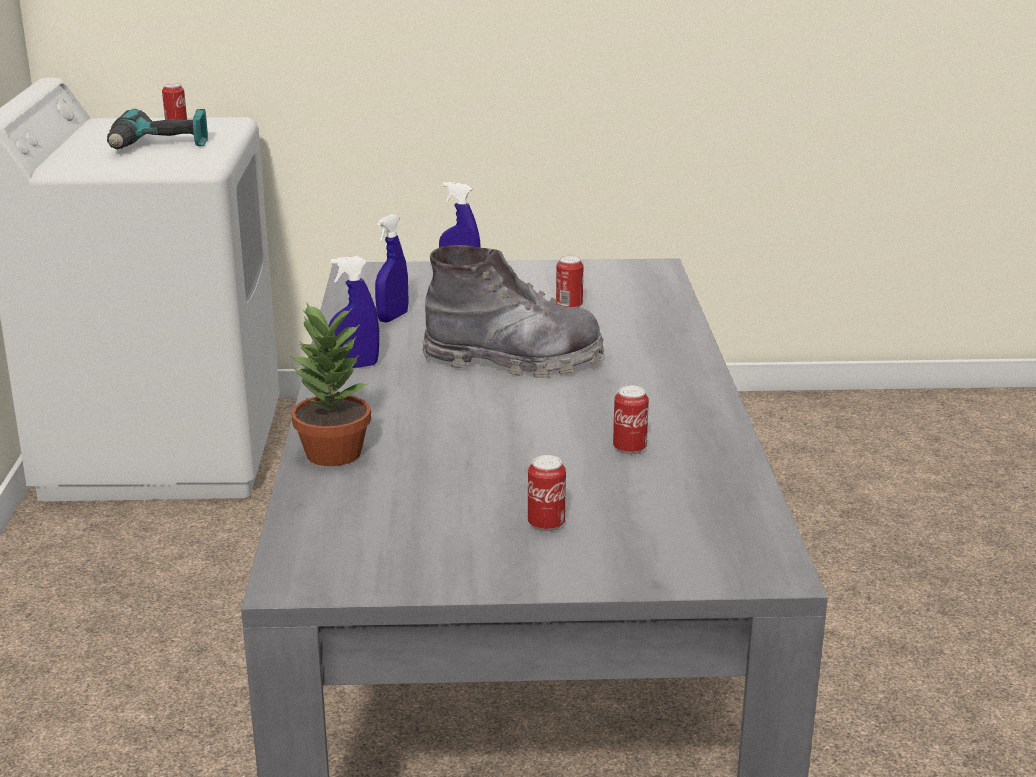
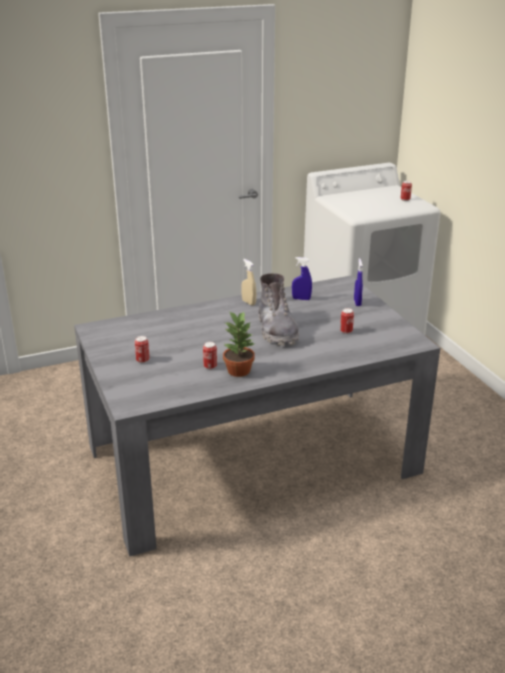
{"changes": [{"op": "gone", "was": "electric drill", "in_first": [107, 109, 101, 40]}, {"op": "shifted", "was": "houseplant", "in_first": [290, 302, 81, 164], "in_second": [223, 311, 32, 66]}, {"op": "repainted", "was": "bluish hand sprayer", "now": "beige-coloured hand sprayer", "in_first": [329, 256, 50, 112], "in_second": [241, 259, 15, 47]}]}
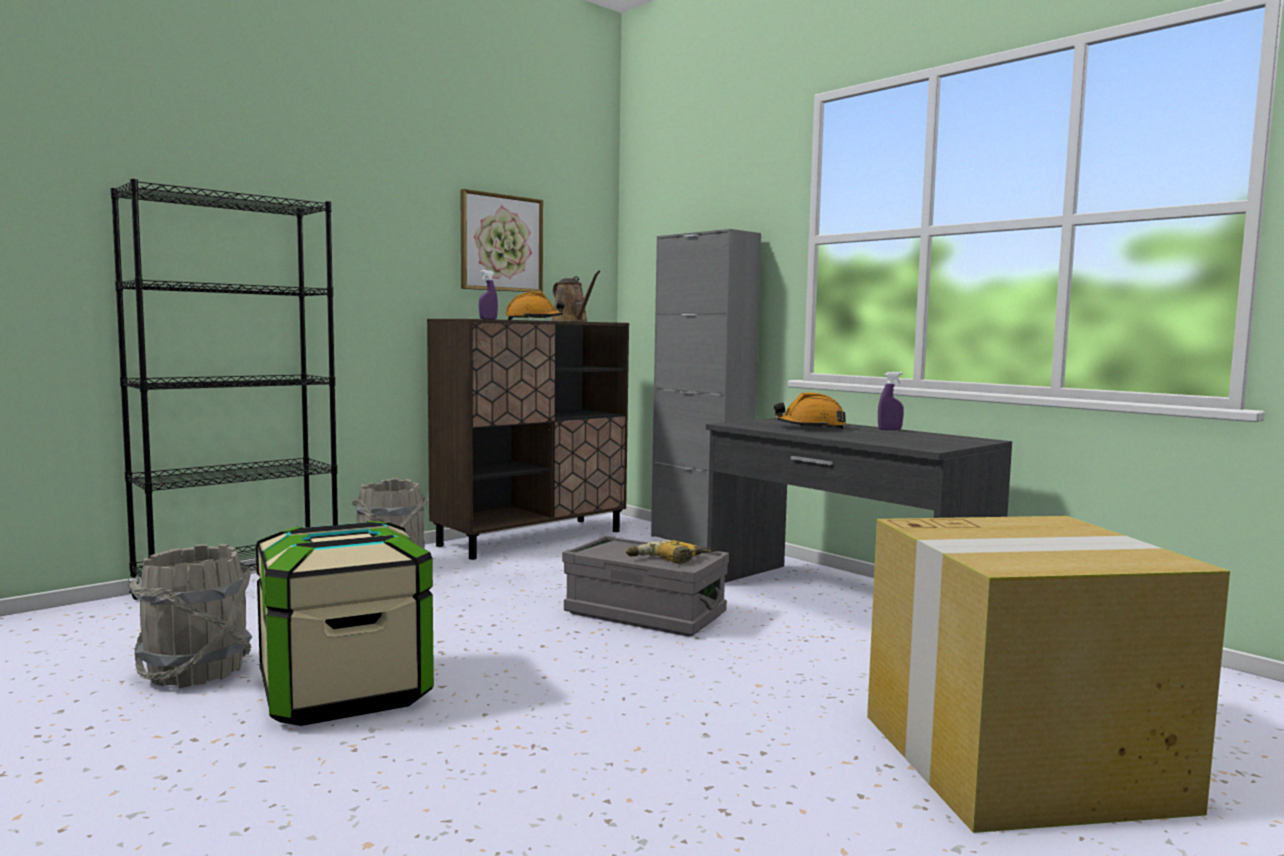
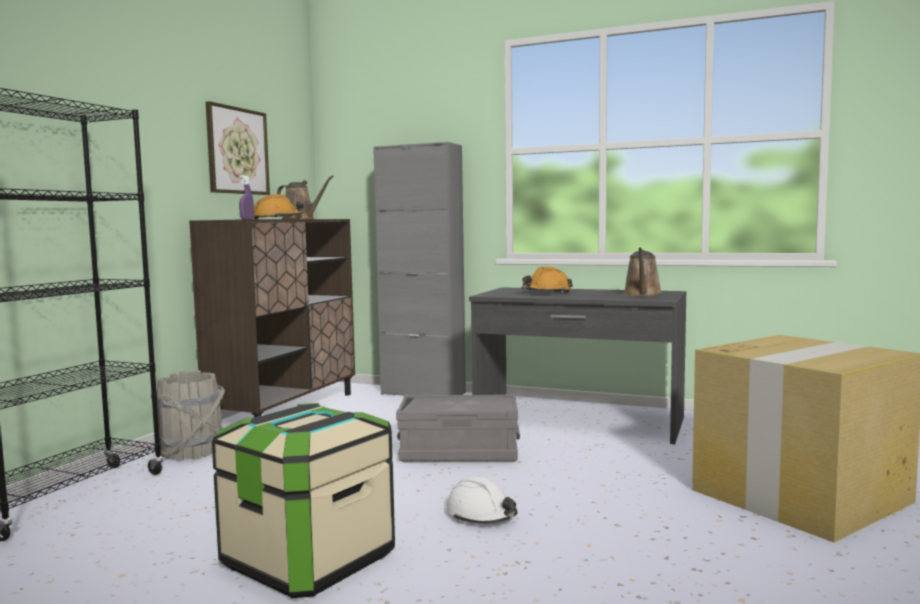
{"changes": [{"op": "gone", "was": "greyish bucket", "in_first": [128, 544, 125, 144]}, {"op": "gone", "was": "electric drill", "in_first": [626, 540, 87, 24]}, {"op": "gone", "was": "purplish hand sprayer", "in_first": [878, 372, 26, 58]}, {"op": "new", "now": "white work helmet", "in_second": [446, 477, 72, 47]}, {"op": "new", "now": "brownish watering pot", "in_second": [623, 248, 39, 49]}]}
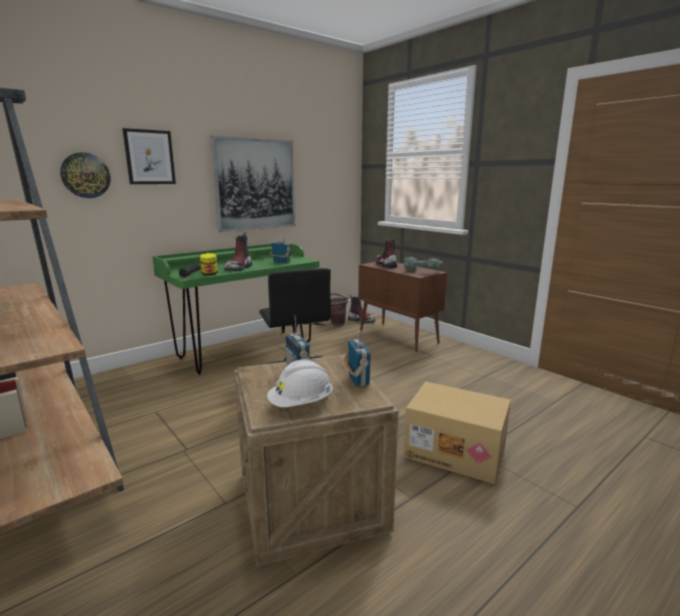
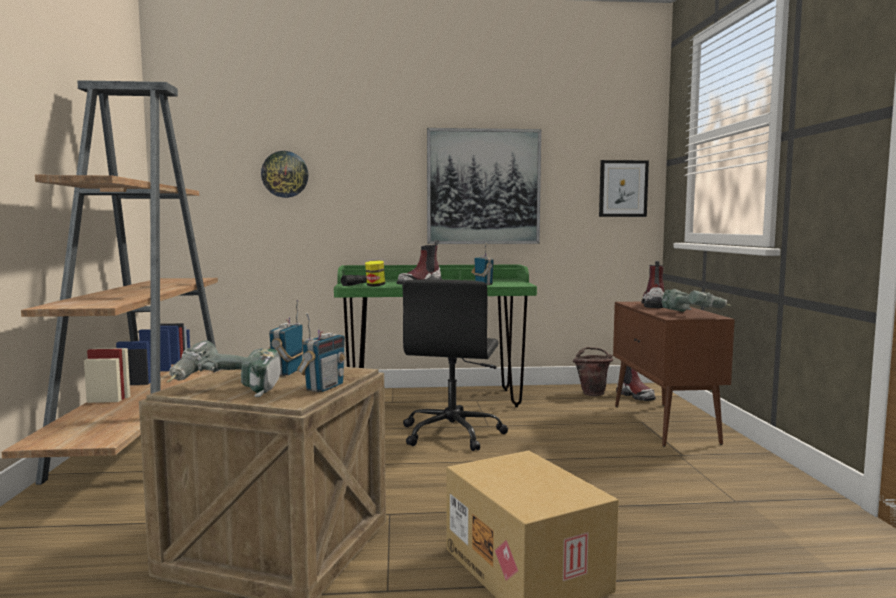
{"changes": [{"op": "shifted", "was": "wall picture", "in_first": [122, 128, 54, 56], "in_second": [599, 160, 50, 57]}, {"op": "swapped", "was": "white work helmet", "now": "electric drill", "in_first": [267, 359, 66, 48], "in_second": [167, 340, 113, 57]}]}
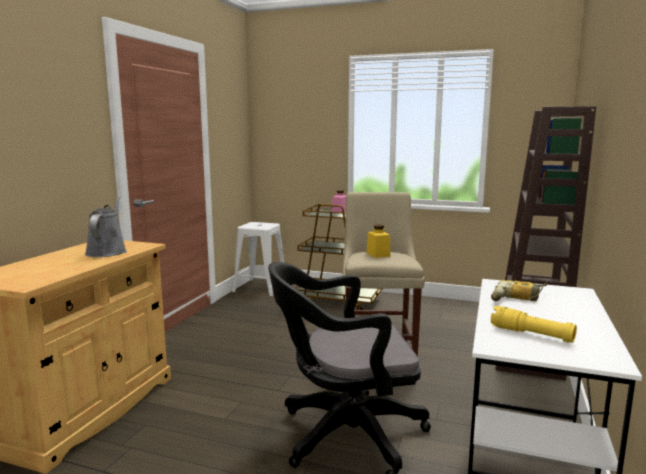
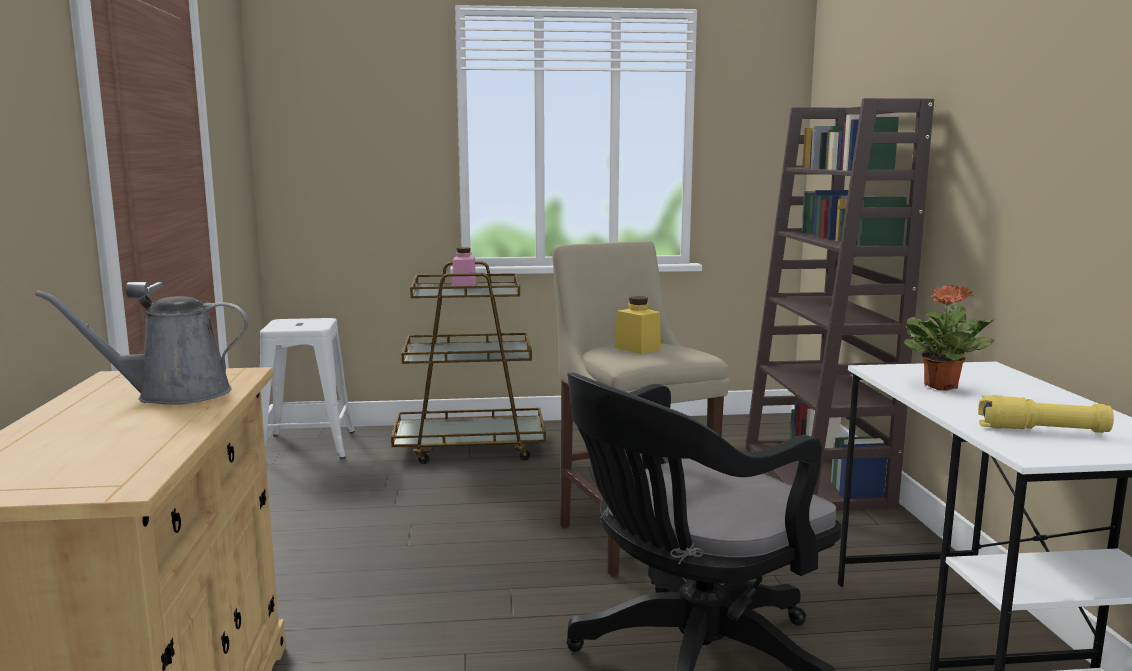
{"changes": [{"op": "rotated", "was": "greyish watering pot", "in_first": [85, 196, 42, 61], "in_second": [35, 290, 214, 115], "clockwise": -75}, {"op": "swapped", "was": "electric drill", "now": "houseplant", "in_first": [491, 280, 57, 21], "in_second": [903, 285, 94, 106]}]}
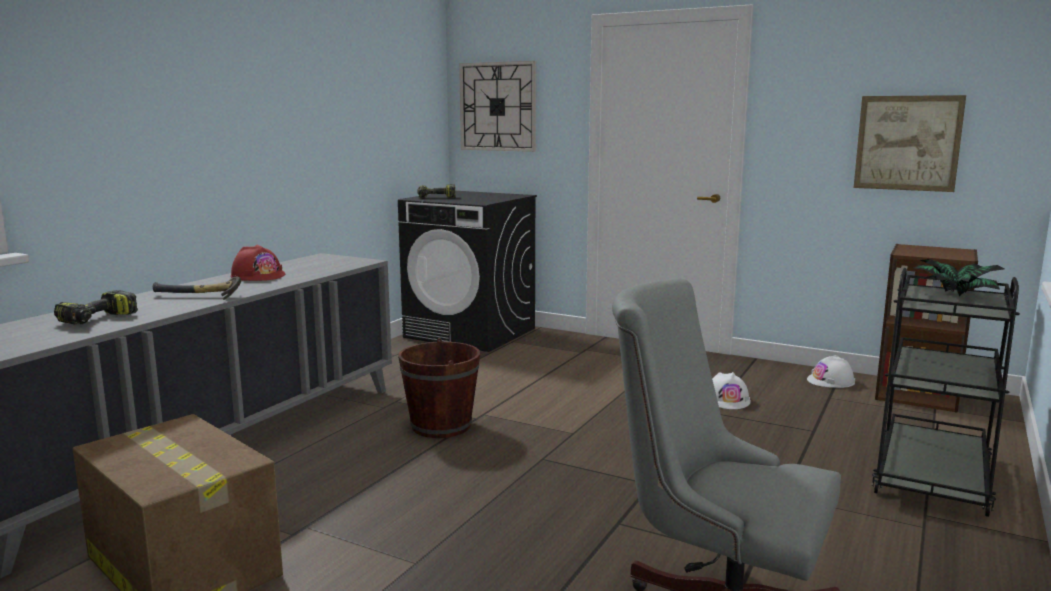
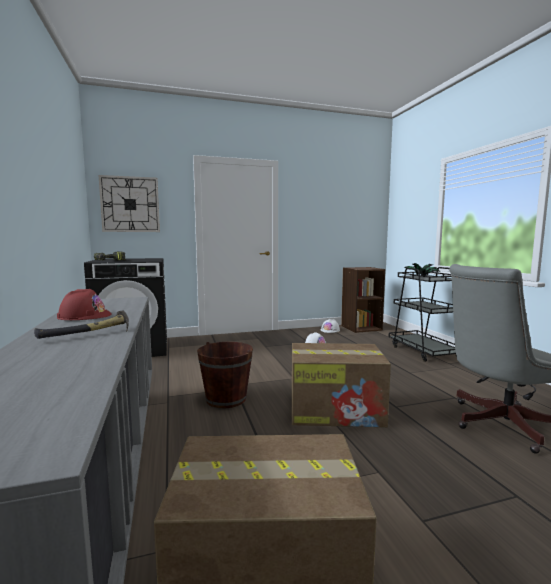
{"changes": [{"op": "gone", "was": "electric drill", "in_first": [54, 290, 84, 34]}, {"op": "gone", "was": "wall picture", "in_first": [854, 95, 112, 97]}, {"op": "new", "now": "packing box", "in_second": [292, 343, 99, 84]}]}
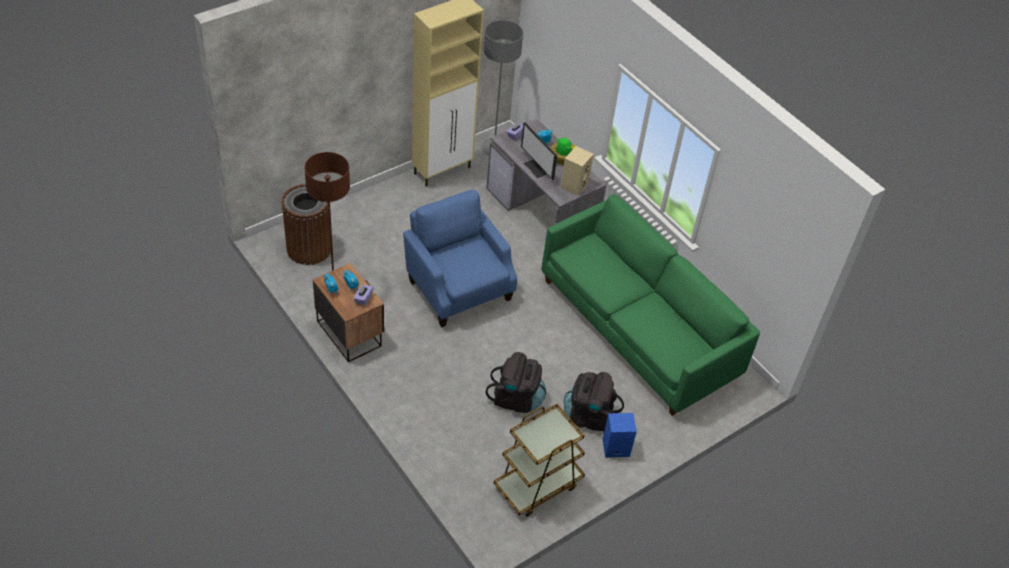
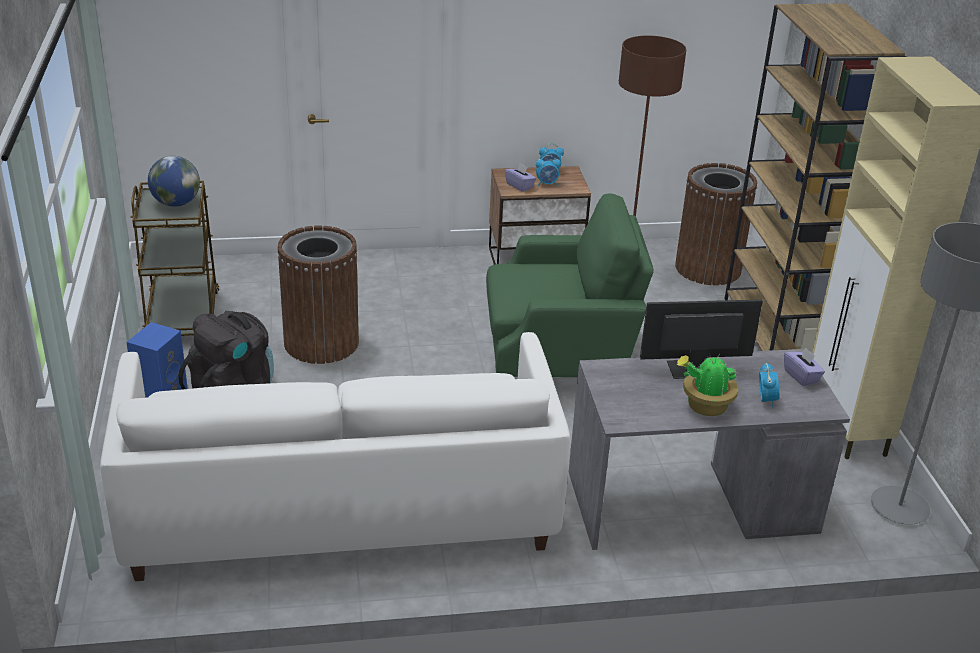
{"changes": [{"op": "repainted", "was": "bluish lounge chair", "now": "green-coloured lounge chair", "in_first": [403, 189, 114, 138], "in_second": [486, 193, 168, 184]}, {"op": "swapped", "was": "blackish knapsack", "now": "brownish rubbish bin", "in_first": [486, 352, 60, 61], "in_second": [277, 226, 82, 138]}, {"op": "repainted", "was": "green-coloured sofa", "now": "white sofa", "in_first": [541, 194, 219, 222], "in_second": [100, 332, 470, 249]}, {"op": "gone", "was": "beige-coloured loudspeaker", "in_first": [561, 146, 33, 50]}, {"op": "new", "now": "world globe", "in_second": [148, 156, 52, 51]}, {"op": "new", "now": "brownish shelving unit", "in_second": [725, 4, 181, 349]}]}
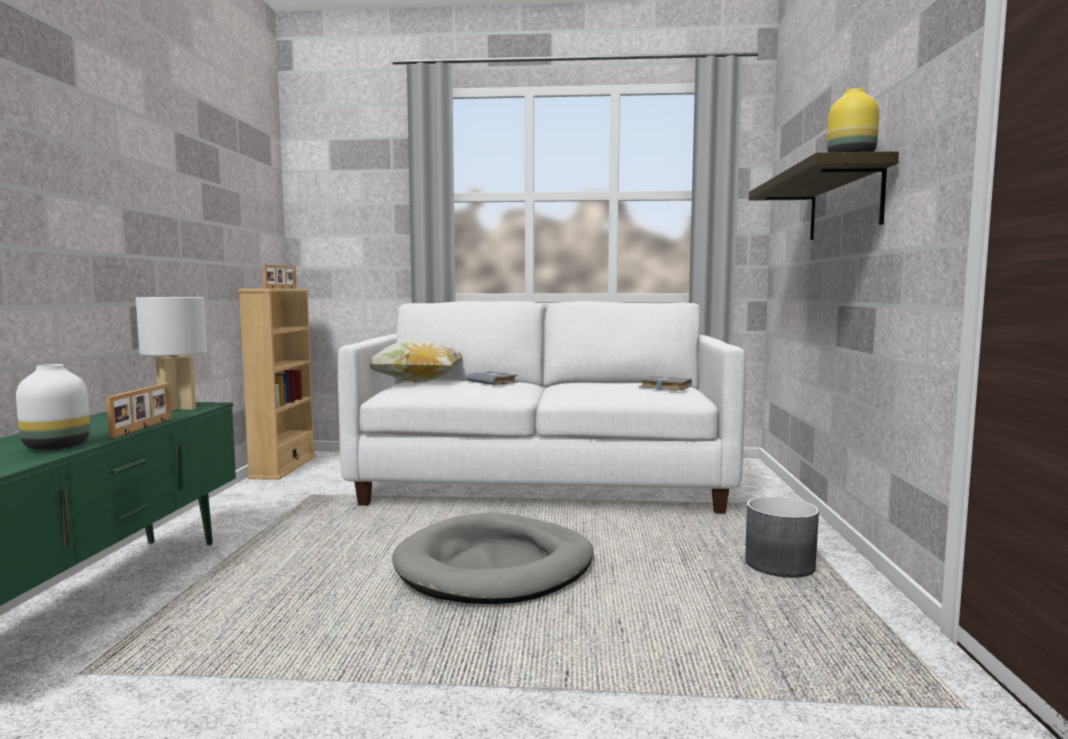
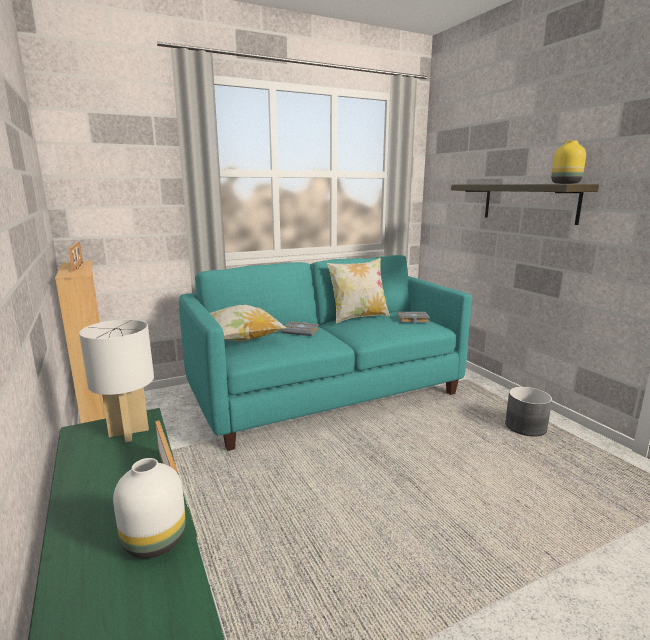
{"changes": [{"op": "repainted", "was": "white sofa", "now": "turquoise-coloured sofa", "in_first": [338, 301, 408, 213], "in_second": [179, 255, 293, 196]}, {"op": "gone", "was": "greyish dog cushion", "in_first": [392, 512, 201, 92]}, {"op": "new", "now": "pillow", "in_second": [327, 258, 63, 65]}]}
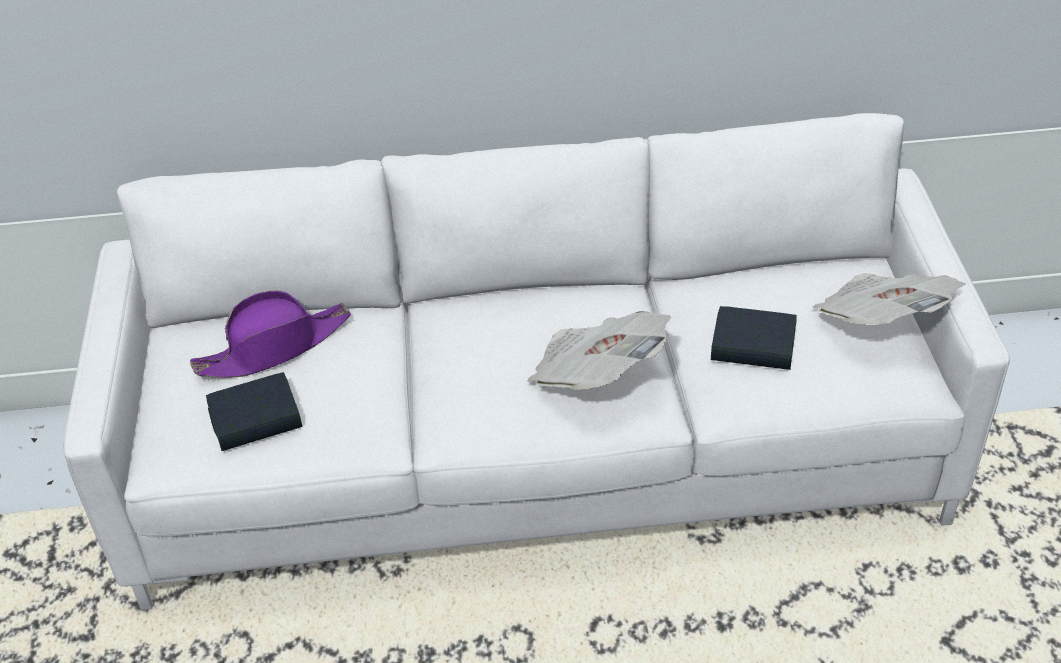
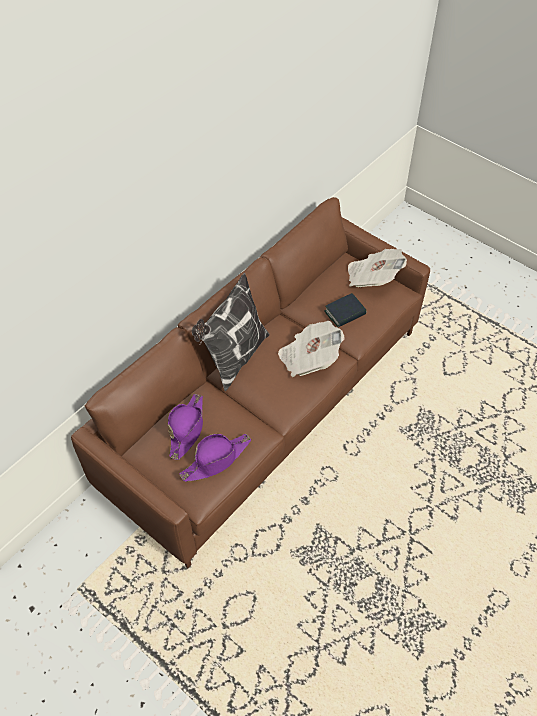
{"changes": [{"op": "repainted", "was": "white sofa", "now": "brownish sofa", "in_first": [64, 113, 946, 497], "in_second": [71, 197, 359, 371]}, {"op": "swapped", "was": "book", "now": "purplish clothing hat", "in_first": [206, 372, 96, 79], "in_second": [179, 434, 72, 48]}, {"op": "new", "now": "pillow", "in_second": [192, 273, 78, 118]}]}
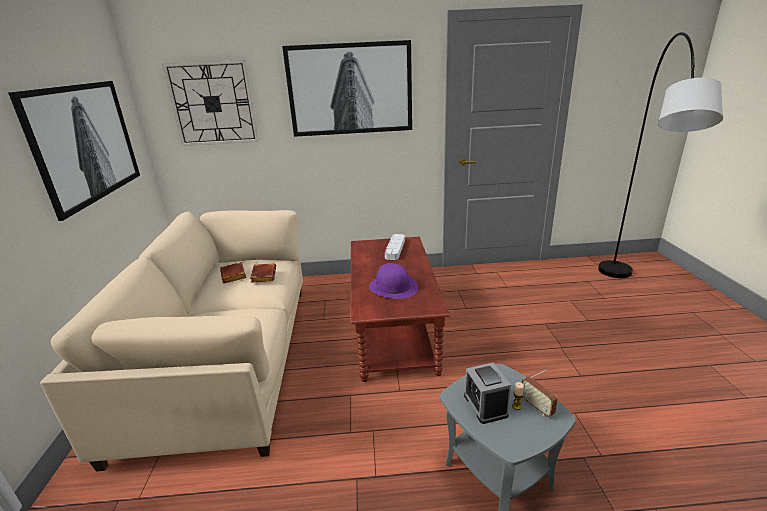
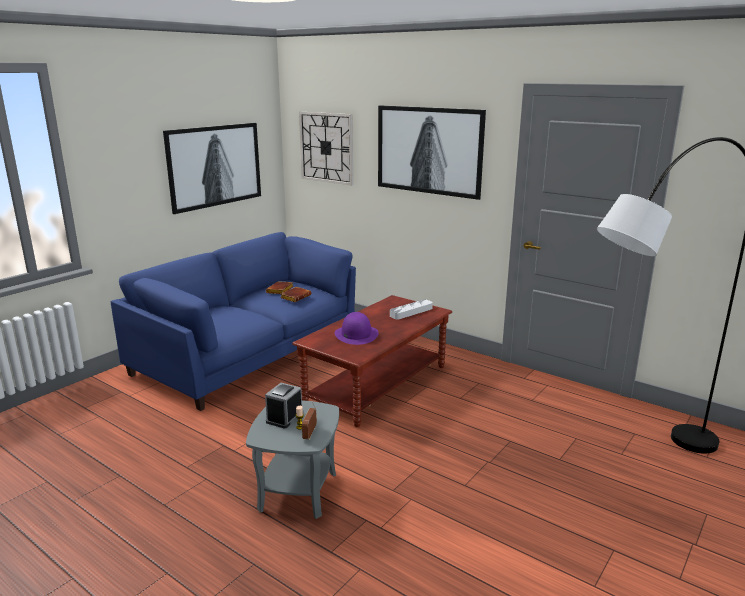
{"changes": [{"op": "repainted", "was": "beige-coloured sofa", "now": "bluish sofa", "in_first": [40, 210, 263, 262], "in_second": [111, 232, 245, 179]}]}
